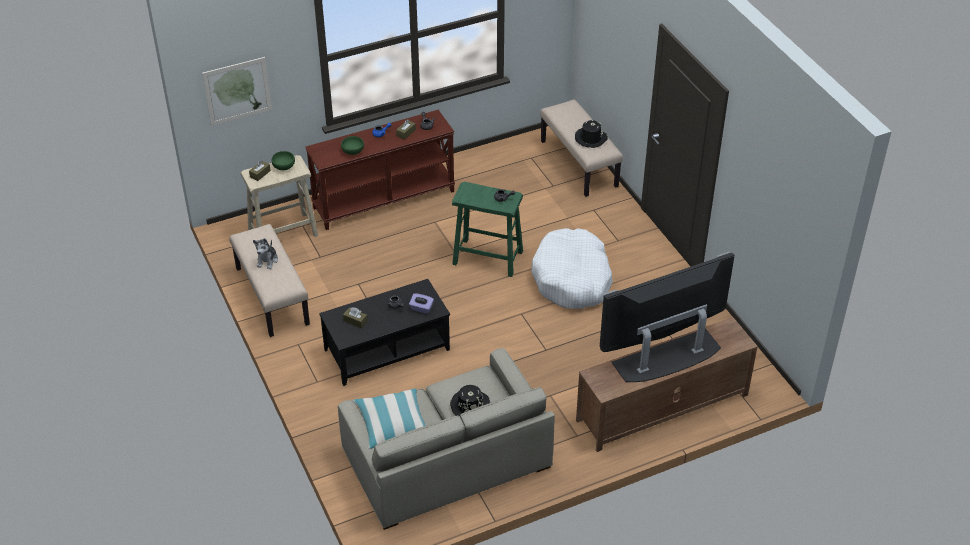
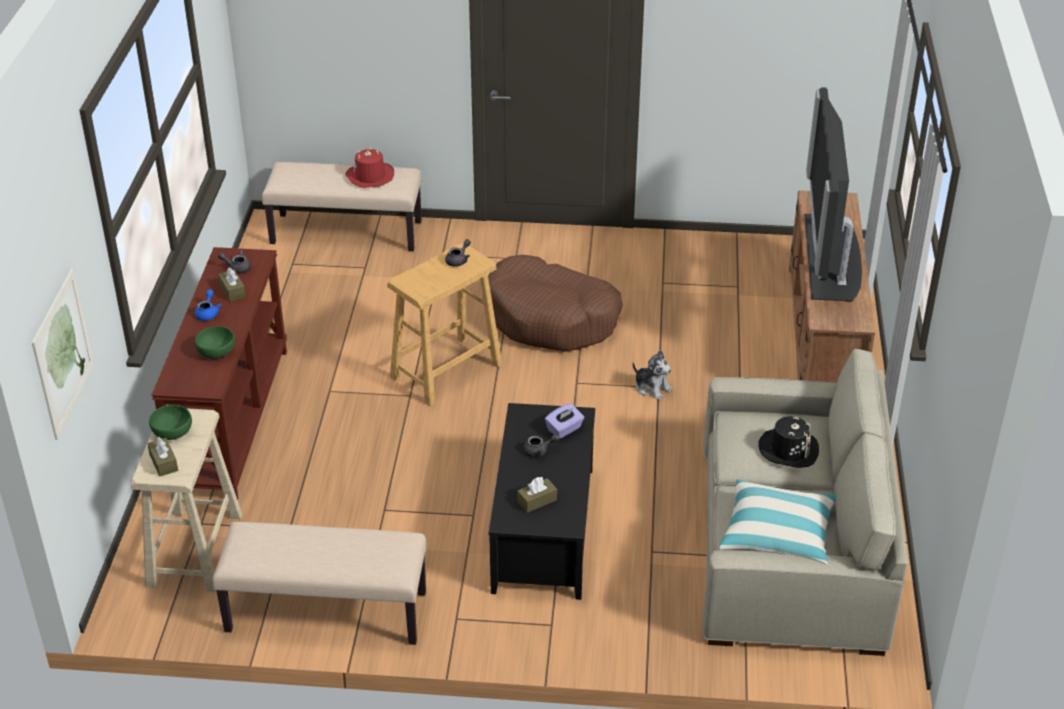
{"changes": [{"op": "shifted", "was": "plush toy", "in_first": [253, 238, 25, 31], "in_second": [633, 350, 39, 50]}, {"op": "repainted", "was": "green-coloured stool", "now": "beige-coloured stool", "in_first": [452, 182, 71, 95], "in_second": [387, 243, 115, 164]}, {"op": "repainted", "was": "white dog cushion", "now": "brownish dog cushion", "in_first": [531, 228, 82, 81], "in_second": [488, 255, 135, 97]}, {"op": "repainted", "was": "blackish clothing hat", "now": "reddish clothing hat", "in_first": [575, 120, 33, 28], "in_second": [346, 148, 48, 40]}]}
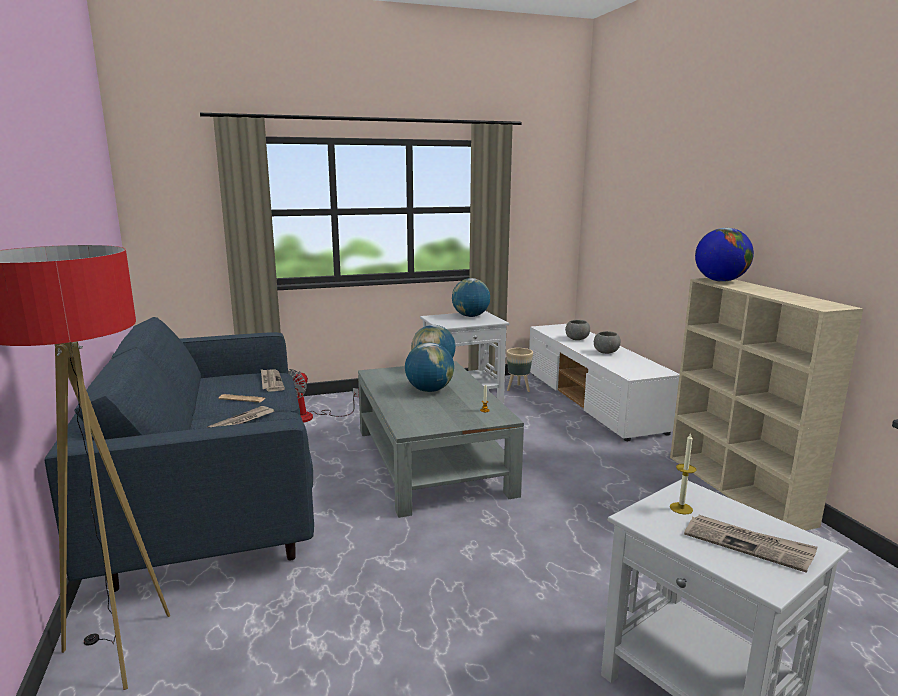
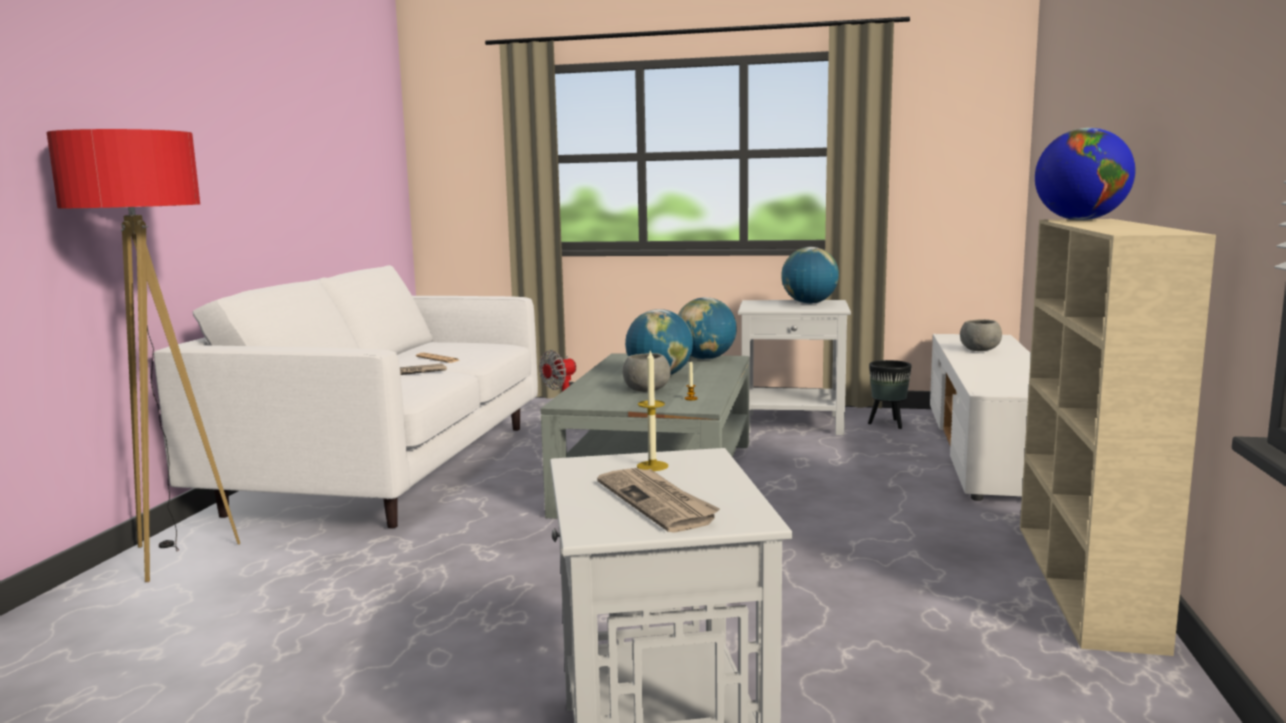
{"changes": [{"op": "repainted", "was": "bluish sofa", "now": "white sofa", "in_first": [45, 317, 269, 275], "in_second": [153, 265, 385, 263]}, {"op": "gone", "was": "newspaper", "in_first": [261, 369, 24, 23]}, {"op": "repainted", "was": "beige-coloured planter", "now": "blackish planter", "in_first": [507, 348, 26, 44], "in_second": [868, 360, 44, 69]}, {"op": "shifted", "was": "greyish serving bowl", "in_first": [594, 331, 27, 23], "in_second": [623, 353, 48, 39]}]}
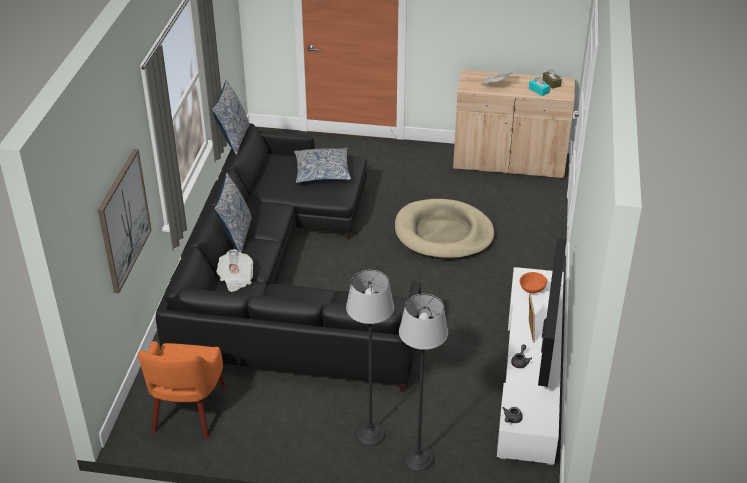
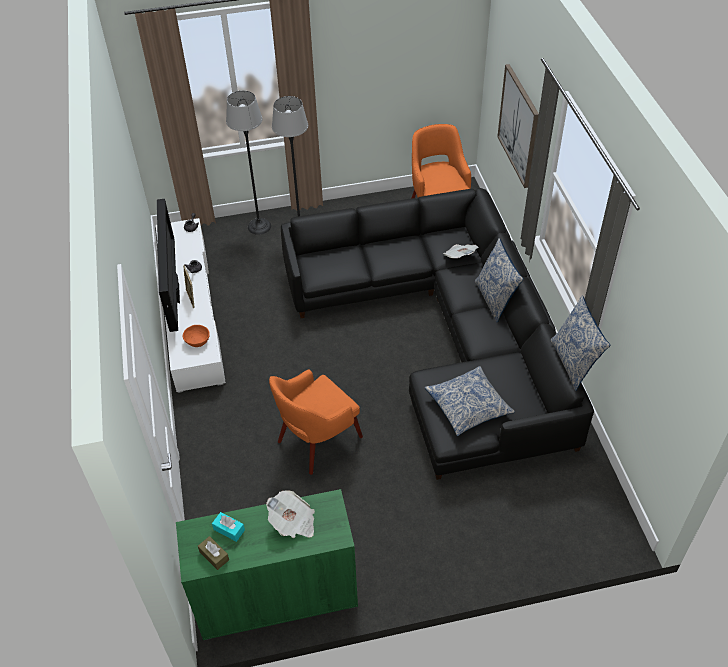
{"changes": [{"op": "swapped", "was": "beige-coloured dog cushion", "now": "orange lounge chair", "in_first": [395, 199, 100, 61], "in_second": [269, 369, 94, 106]}, {"op": "repainted", "was": "beige-coloured storage cabinet", "now": "green-coloured storage cabinet", "in_first": [453, 70, 122, 109], "in_second": [176, 489, 182, 151]}]}
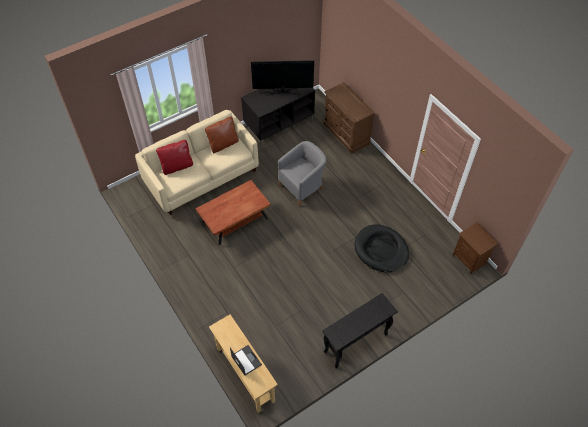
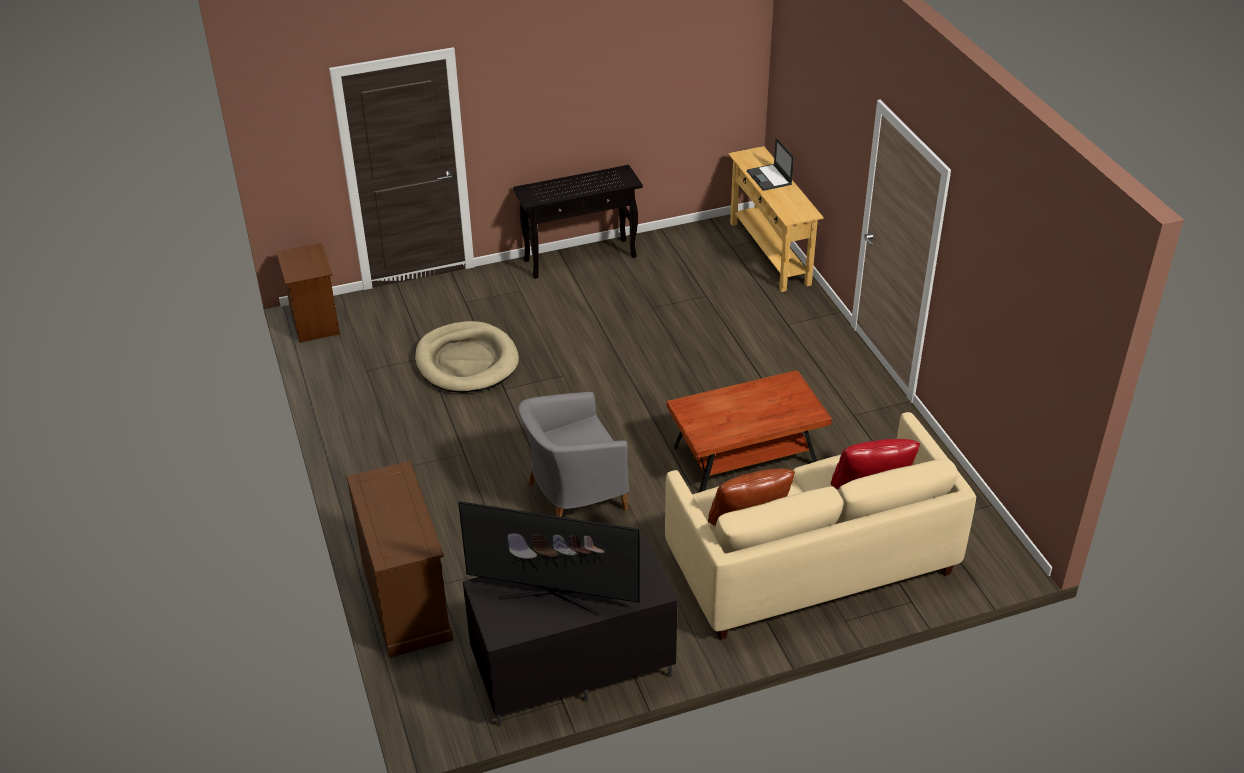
{"changes": [{"op": "repainted", "was": "blackish dog cushion", "now": "beige-coloured dog cushion", "in_first": [355, 224, 54, 48], "in_second": [415, 321, 104, 72]}]}
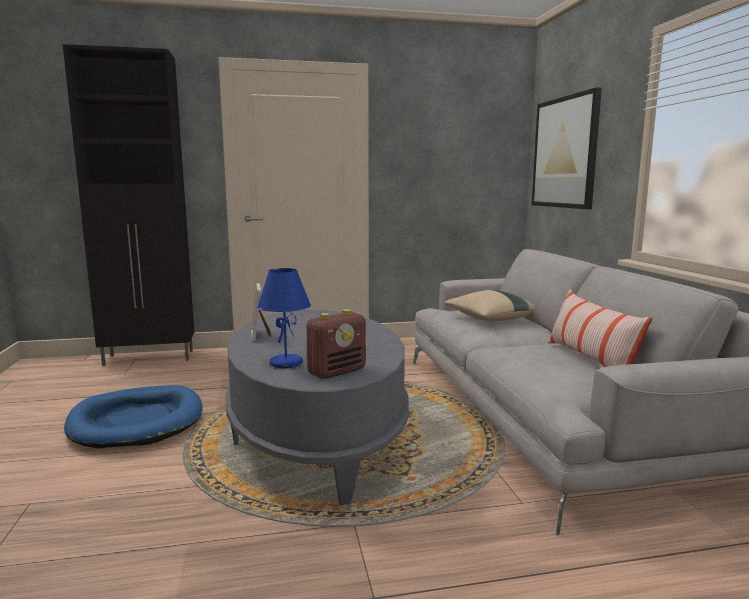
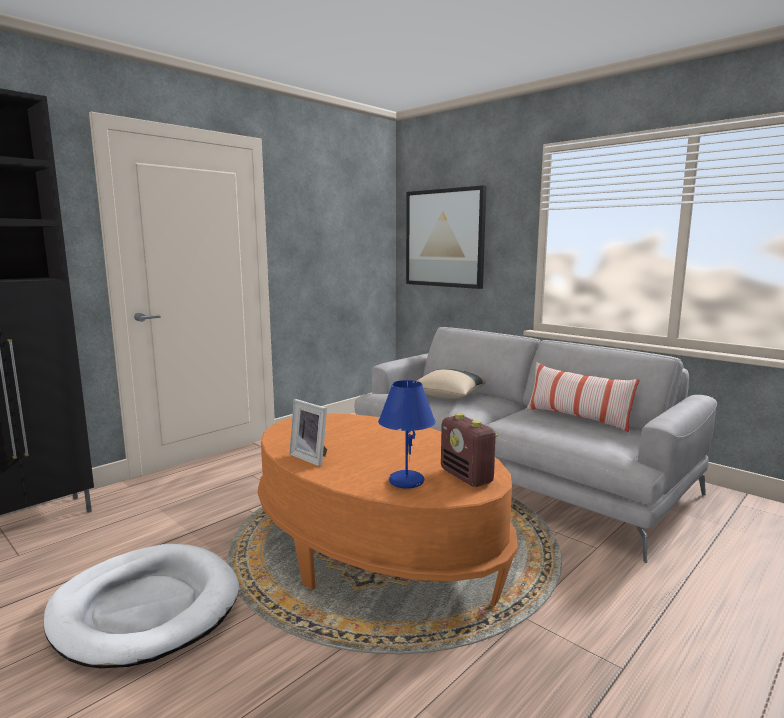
{"changes": [{"op": "repainted", "was": "bluish dog cushion", "now": "white dog cushion", "in_first": [64, 385, 139, 64], "in_second": [44, 544, 195, 124]}, {"op": "repainted", "was": "greyish lounge table", "now": "orange lounge table", "in_first": [225, 310, 184, 196], "in_second": [258, 414, 260, 192]}, {"op": "rotated", "was": "radio receiver", "in_first": [306, 309, 60, 70], "in_second": [441, 413, 57, 74], "clockwise": 135}]}
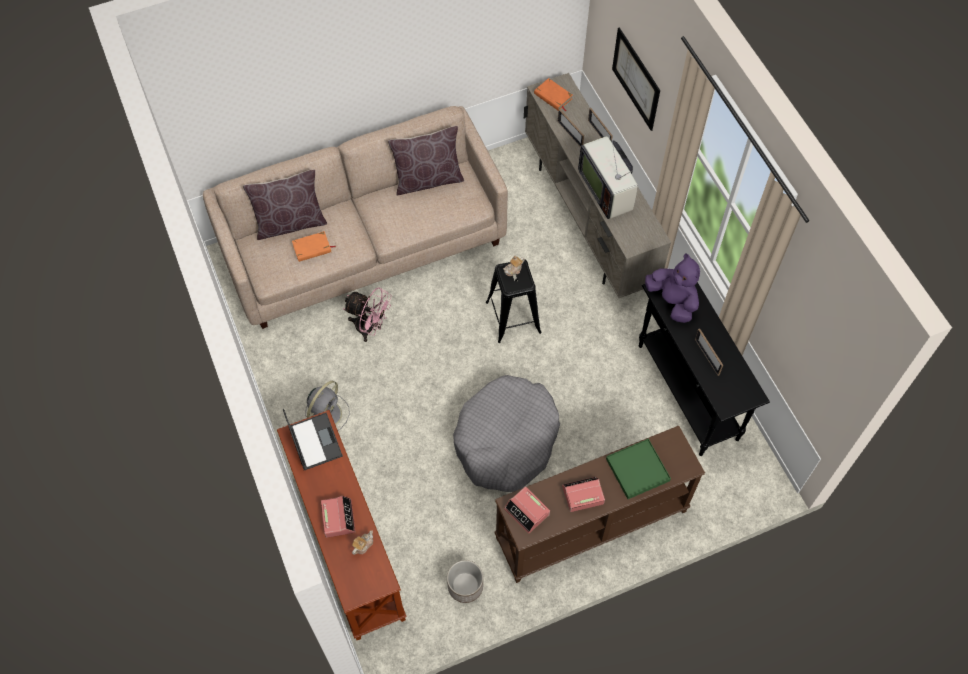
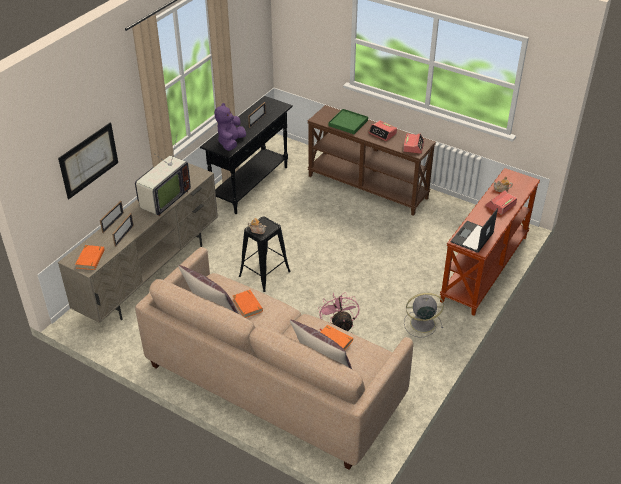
{"changes": [{"op": "gone", "was": "planter", "in_first": [447, 560, 36, 43]}, {"op": "gone", "was": "greyish dog cushion", "in_first": [453, 375, 107, 117]}, {"op": "new", "now": "orange book", "in_second": [233, 290, 30, 28]}]}
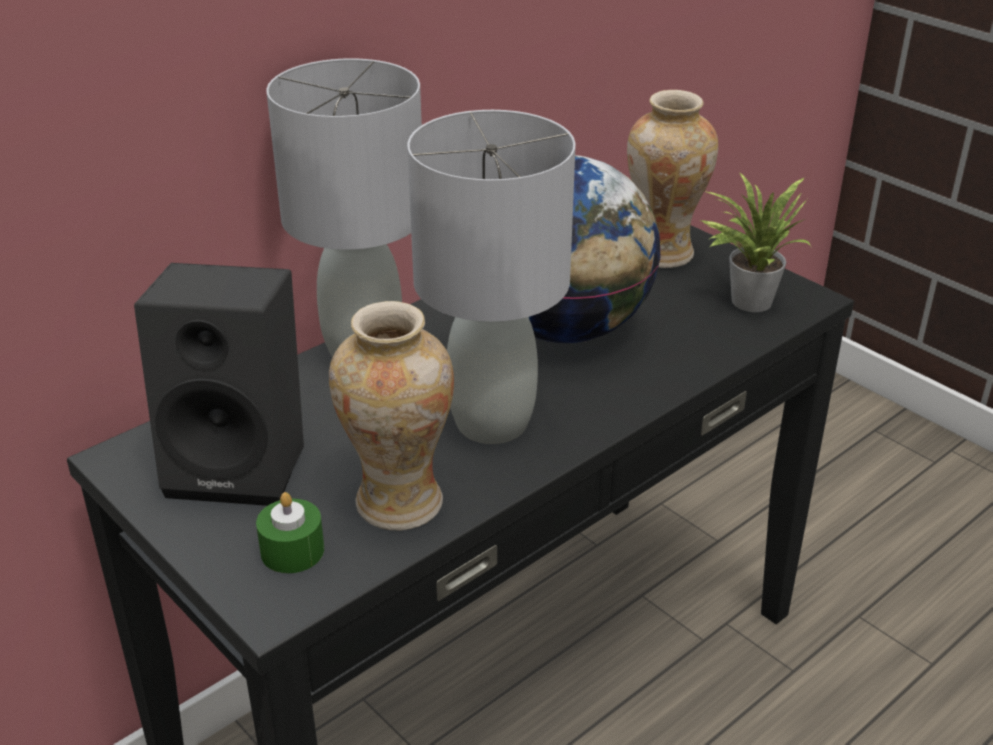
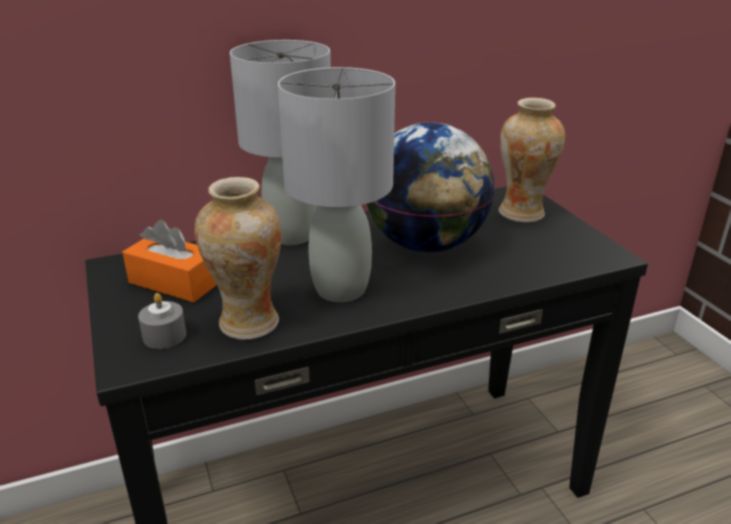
{"changes": [{"op": "swapped", "was": "blackish loudspeaker", "now": "orange tissue holder", "in_first": [134, 263, 170, 243], "in_second": [122, 220, 95, 82]}, {"op": "repainted", "was": "green-coloured candle", "now": "greyish candle", "in_first": [256, 492, 68, 81], "in_second": [138, 293, 48, 56]}, {"op": "gone", "was": "houseplant", "in_first": [699, 172, 113, 140]}]}
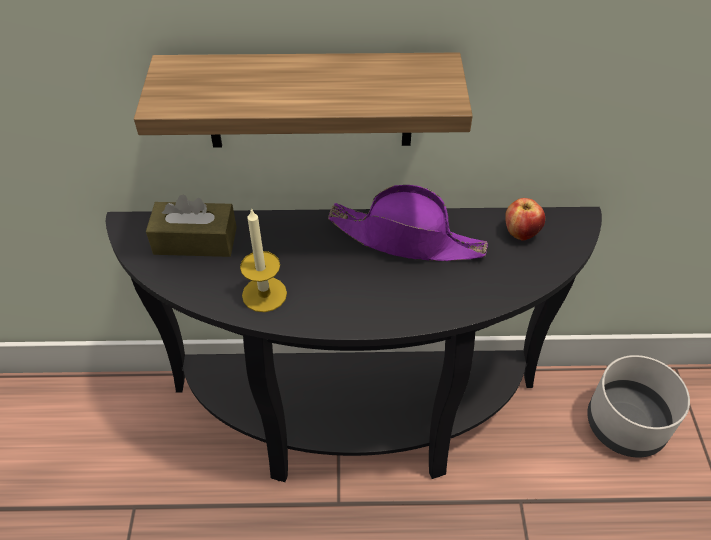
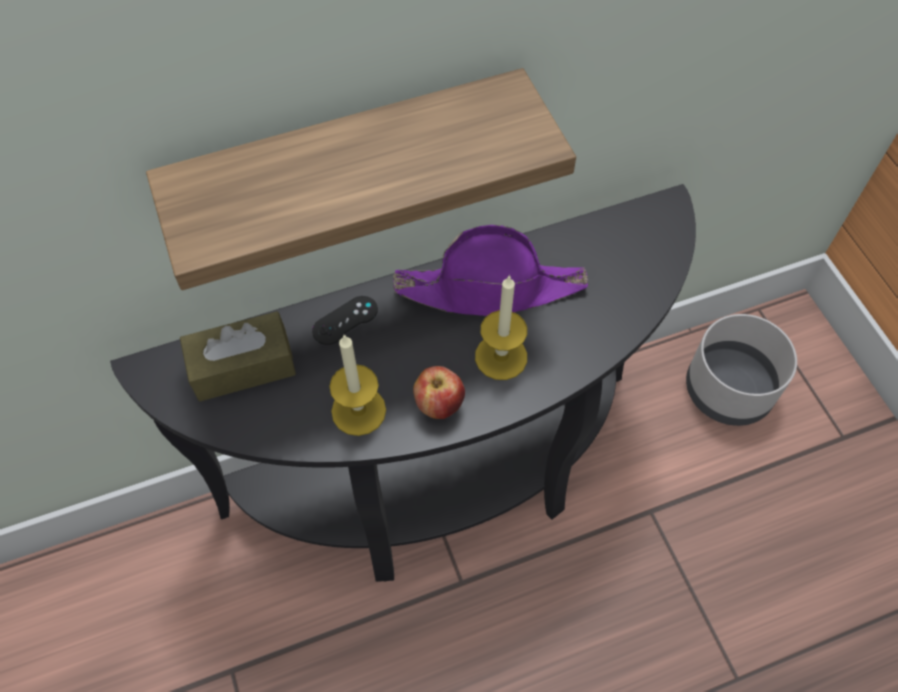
{"changes": [{"op": "shifted", "was": "apple fruit", "in_first": [505, 198, 40, 43], "in_second": [413, 366, 52, 53]}, {"op": "new", "now": "blackish game controller", "in_second": [312, 296, 66, 49]}, {"op": "new", "now": "candle", "in_second": [475, 275, 52, 105]}]}
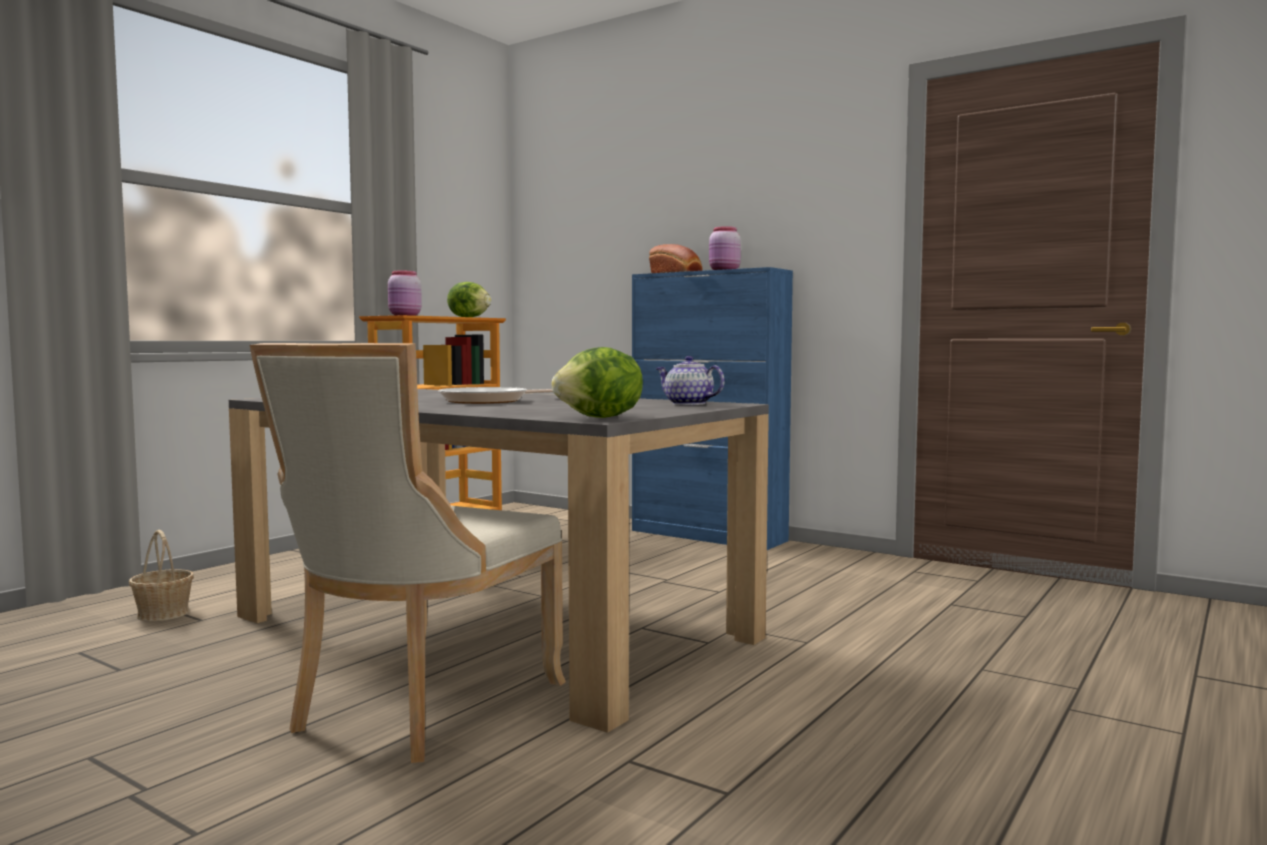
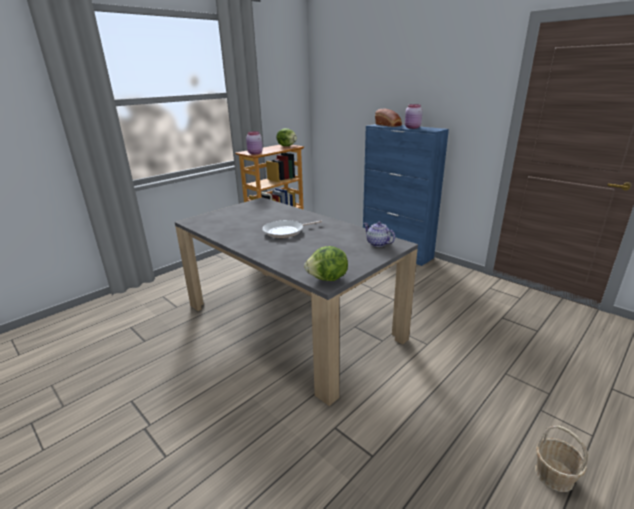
{"changes": [{"op": "shifted", "was": "household basket", "in_first": [129, 530, 65, 91], "in_second": [535, 425, 53, 67]}, {"op": "gone", "was": "beige-coloured plain chair", "in_first": [250, 343, 316, 420]}]}
